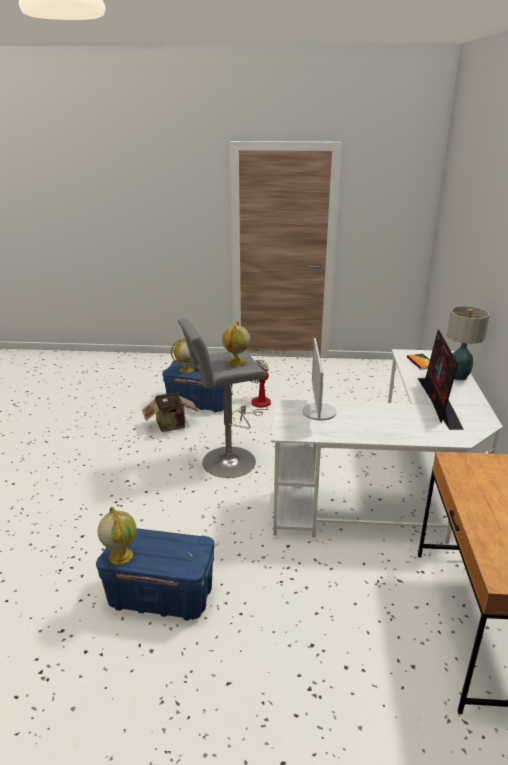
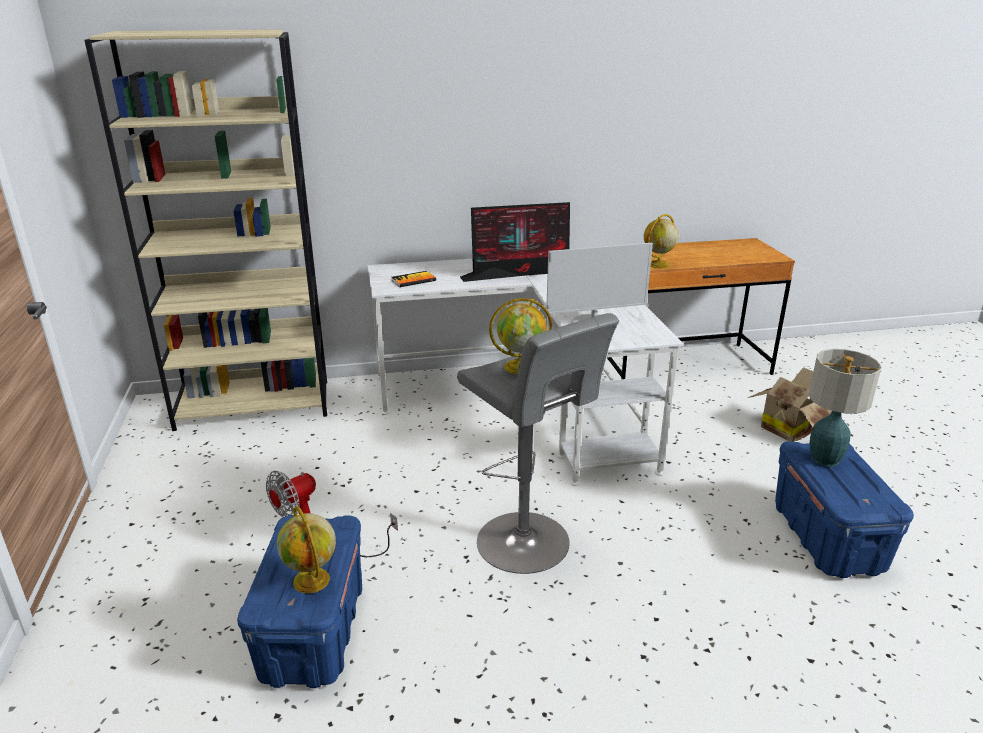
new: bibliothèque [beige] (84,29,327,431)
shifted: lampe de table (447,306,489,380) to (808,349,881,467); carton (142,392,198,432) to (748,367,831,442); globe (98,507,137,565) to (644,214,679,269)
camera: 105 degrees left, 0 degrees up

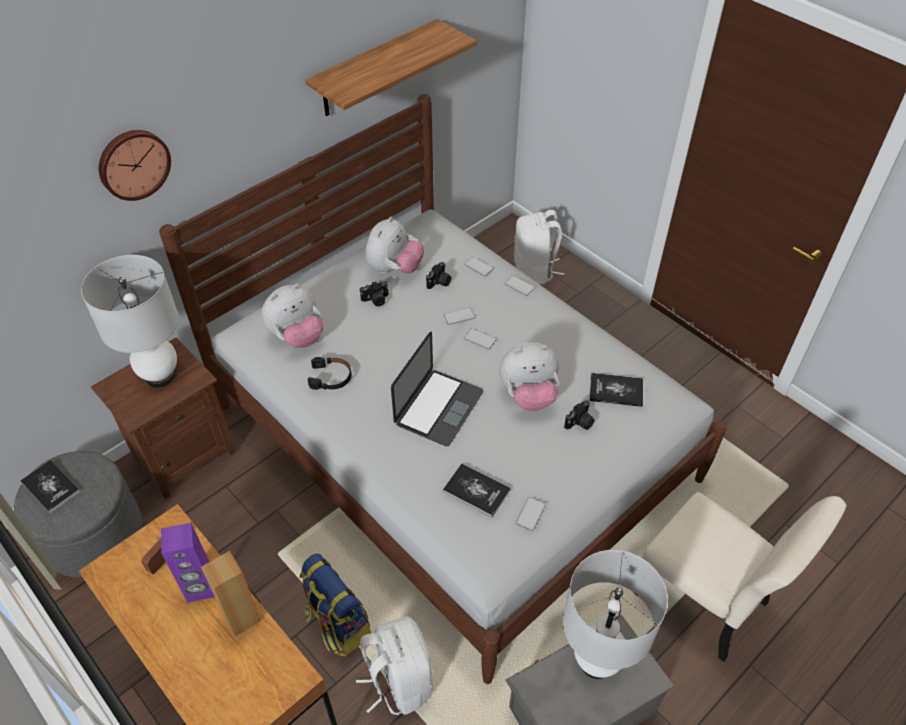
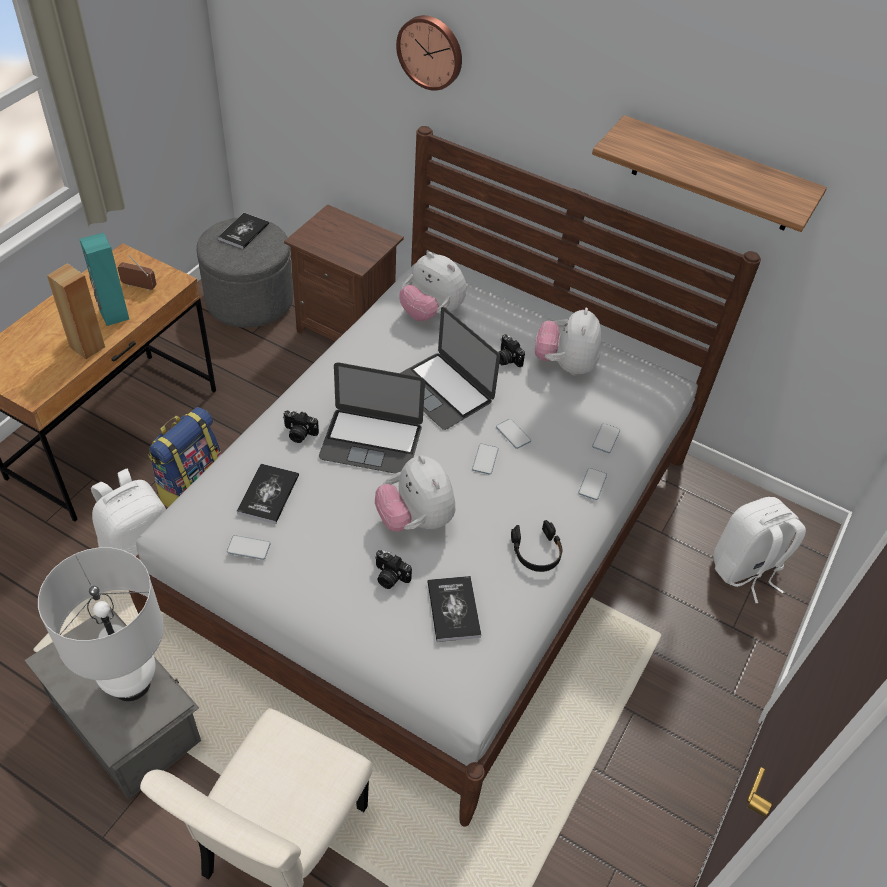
gone: lampe de table [blanc] (81,255,179,387)
new: ordinateur portable (400,307,500,430)
shifted: appareil photo (426,262,451,289) to (283,410,319,443); casque audio [noir] (308,357,351,390) to (511,520,562,572)
repainted: enceinte [violet] (161,523,215,603) to enceinte [turquoise] (79,232,129,326)
rotated: peluche (365,217,424,273) = (535,308,601,375) 90 degrees clockwise
camera: 70 degrees right, 0 degrees up

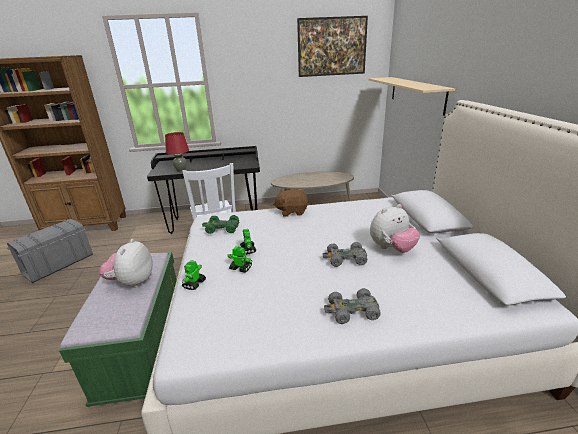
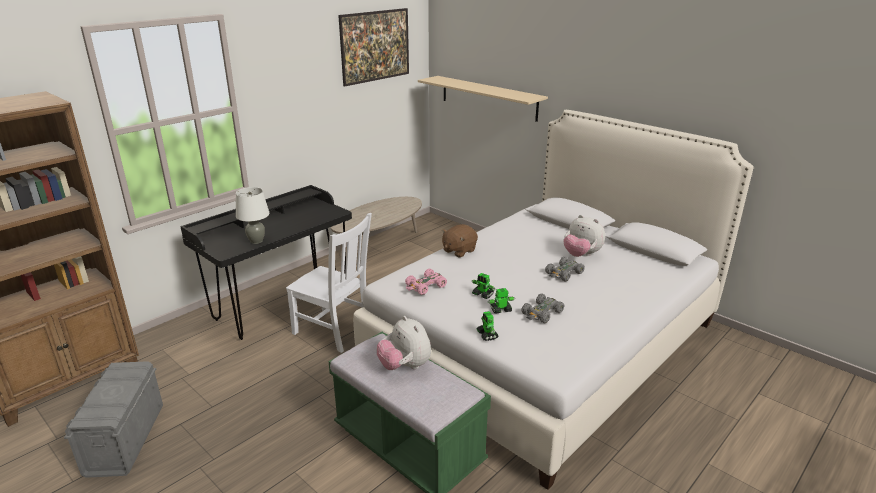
shifted: petite voiture [gris] (324,288,381,324) to (521,294,565,323)
repainted: lampe de table [rouge] (165,132,189,172) to lampe de table [blanc] (236,187,269,244); petite voiture [vert] (202,215,239,234) to petite voiture [rose] (405,269,447,295)
rotated: peluche (370,204,420,253) = (564,215,605,257) 105 degrees clockwise
camera: 40 degrees left, 0 degrees up

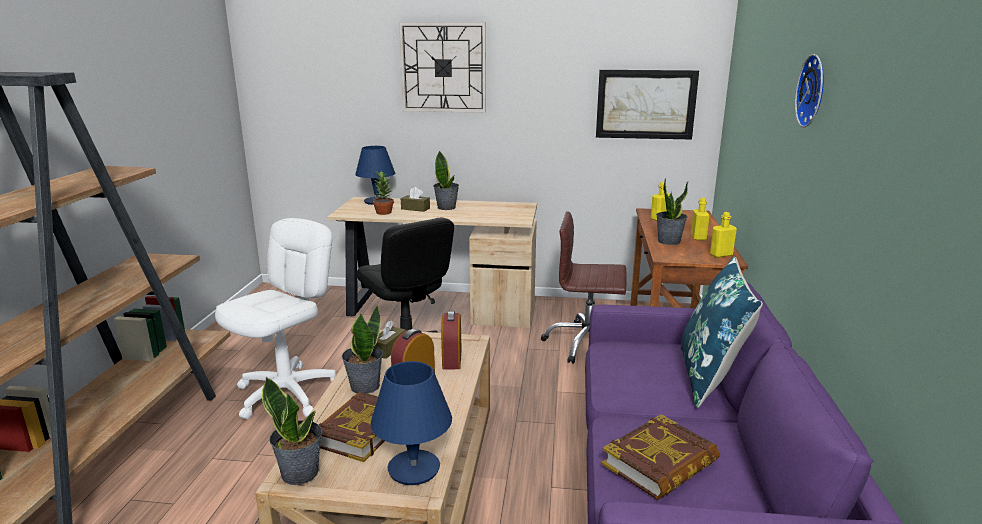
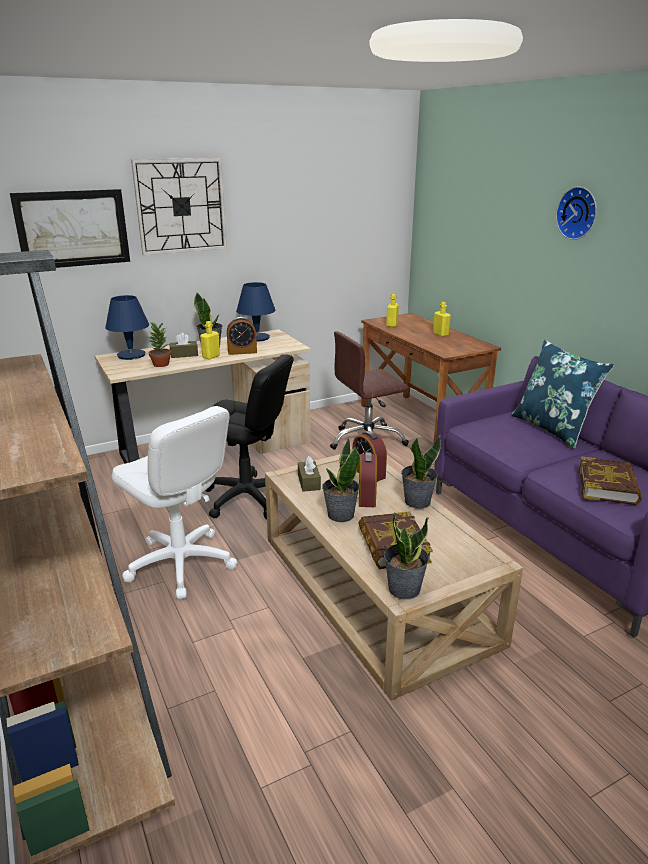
new: réveil (227,317,257,355)
shifted: tableau (596,70,699,140) to (10,189,130,268); plante en pot (656,178,688,245) to (401,435,441,509); bouteille [jaune] (710,212,737,258) to (200,321,220,360); lampe de table [bleu] (371,361,452,485) to (236,282,275,342)
rotated: chaise de bureau [blanc] (215,218,336,419) = (111,406,238,599) 135 degrees clockwise
camera: 35 degrees left, 5 degrees up

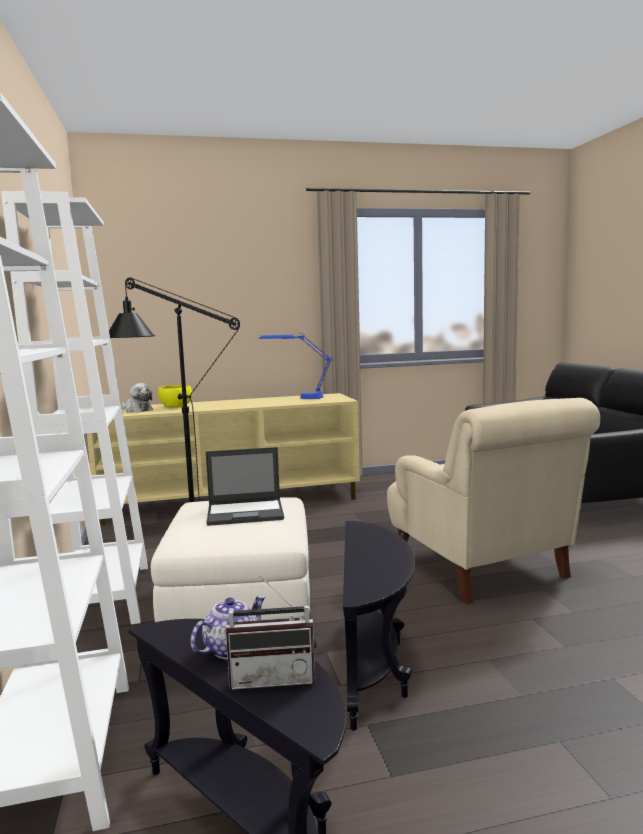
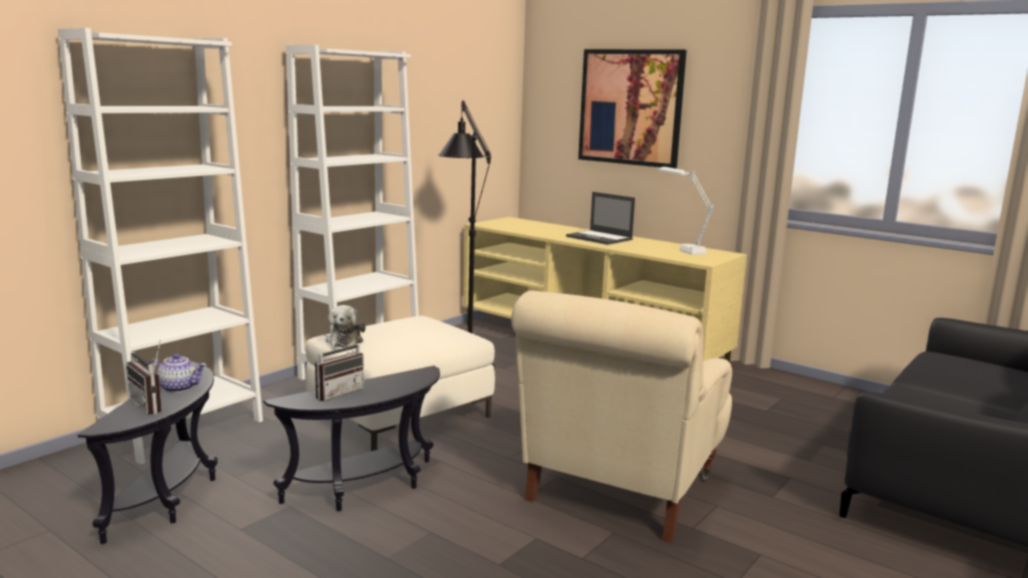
gone: bol [jaune] (158,385,192,408)
new: tableau (578,49,687,169); radio (315,334,364,401)
shifted: peluche (121,383,153,413) to (326,305,366,348); ordinateur portable (206,447,284,526) to (566,192,635,245)
repainted: lampe de table [bleu] (259,333,333,399) to lampe de table [blanc] (658,167,714,255)
camera: 50 degrees right, 5 degrees up

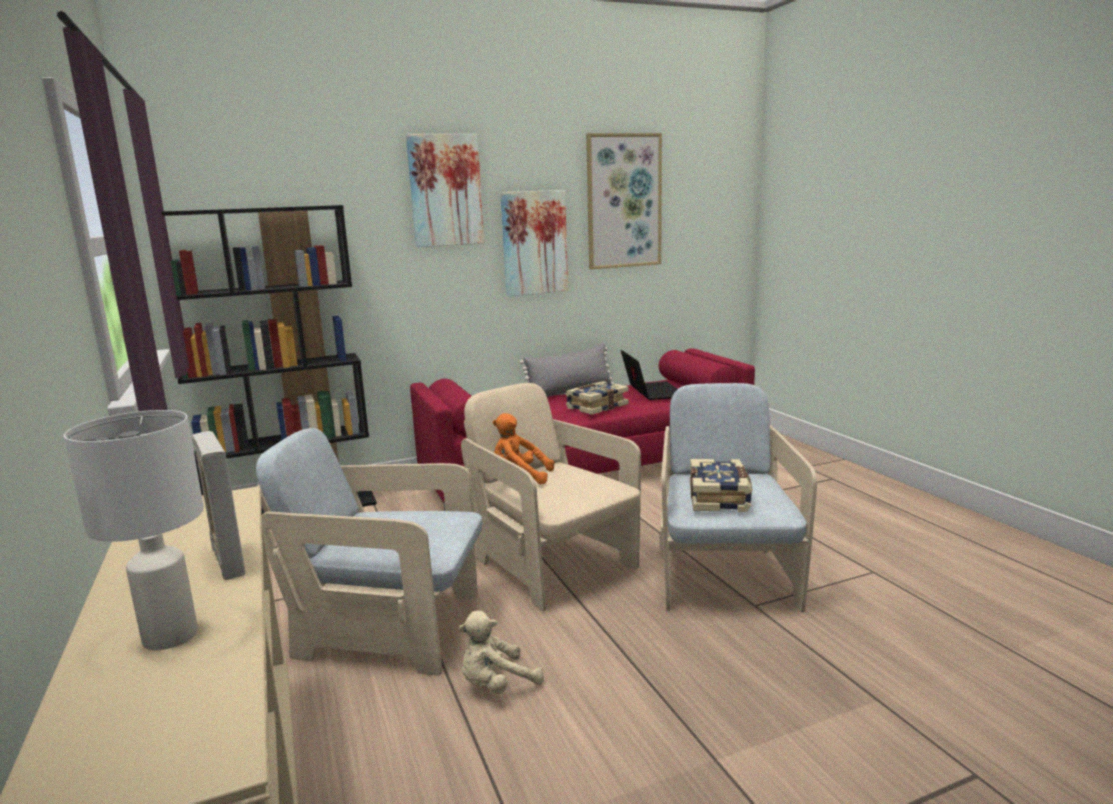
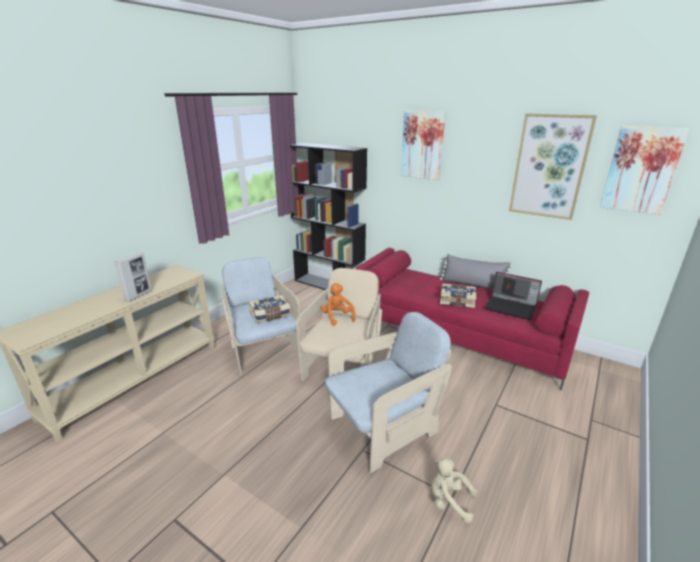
gone: lampe de table [blanc] (64,410,204,650)
shifted: tableau (500,190,568,296) to (600,126,689,215); livre (690,459,752,512) to (249,295,291,323); peluche [beige] (458,611,544,694) to (431,458,477,523)
rotated: ordinateur portable (621,350,677,400) = (485,272,542,320) 75 degrees clockwise
camera: 55 degrees right, 10 degrees up

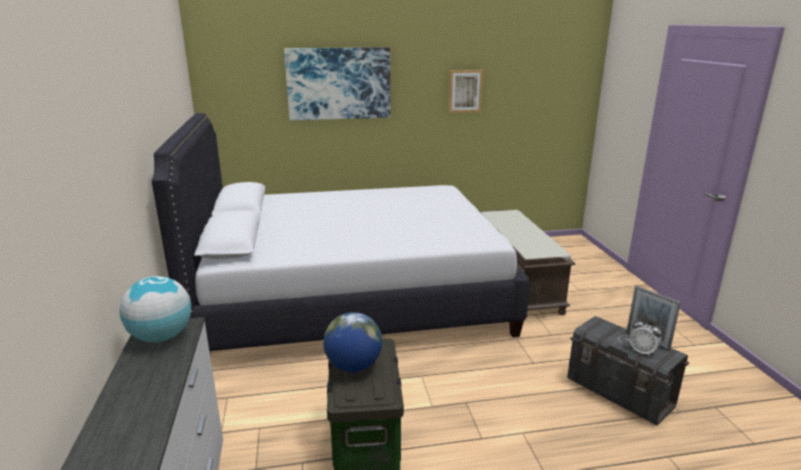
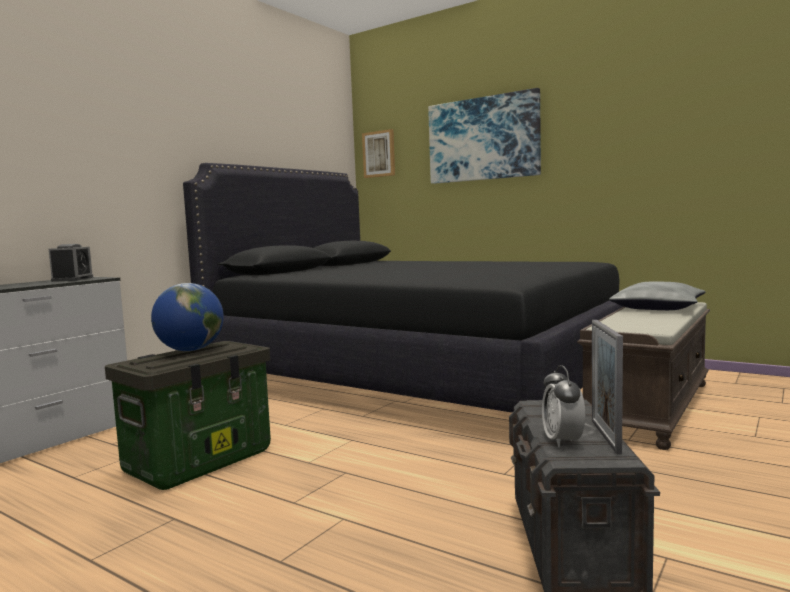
new: coussin [gris] (609,282,706,310)
shifted: tableau (448,70,483,113) to (362,129,395,178)
swapped: globe (119,276,191,342) to réveil (48,244,93,282)
repainted: lit [blanc] (152,113,530,351) to lit [noir] (183,163,624,412)
camera: 45 degrees right, 15 degrees down

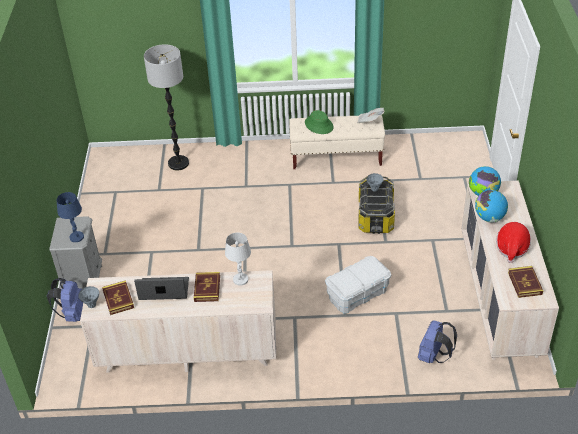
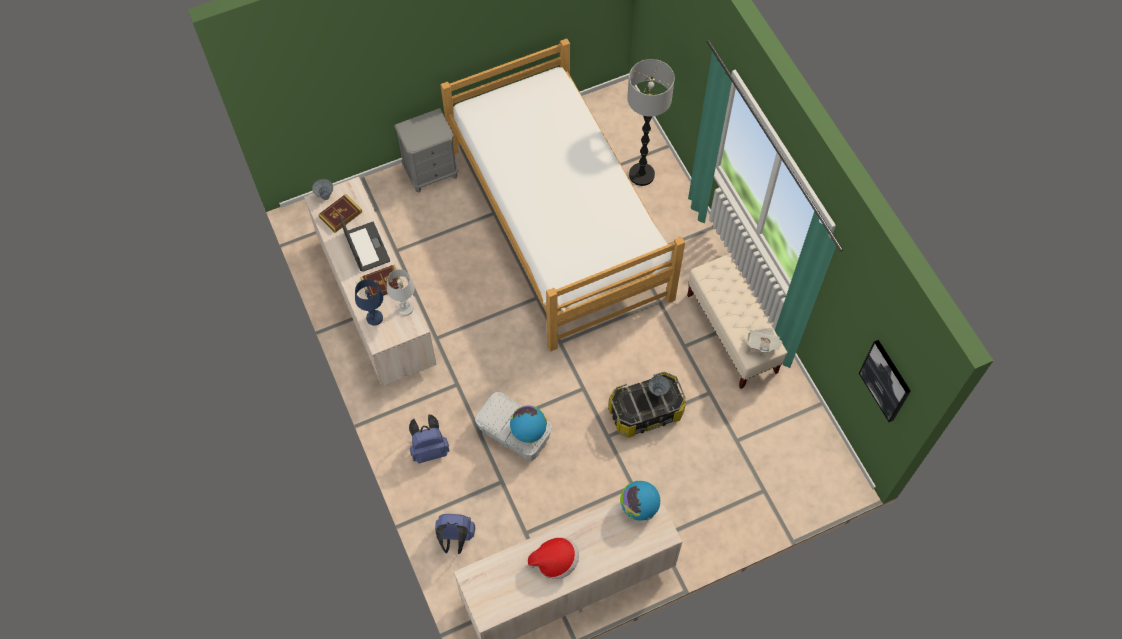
gone: chapeau [vert] (305,110,333,134); livre (508,266,543,298)
new: lit (440,39,685,352); tableau (859,340,911,422)
shifted: globe (475,190,508,223) to (510,406,547,443); lampe de table [bleu] (57,192,84,242) to (355,279,383,326); sac à dos [bleu] (47,278,83,322) to (409,415,450,463)
camera: 65 degrees right, 20 degrees up

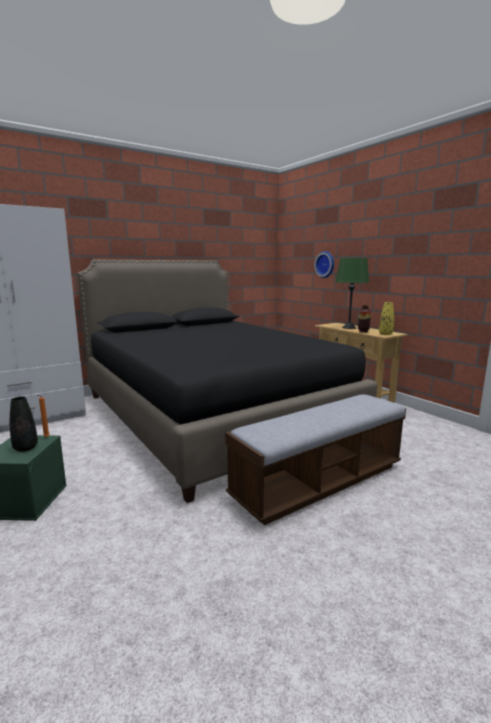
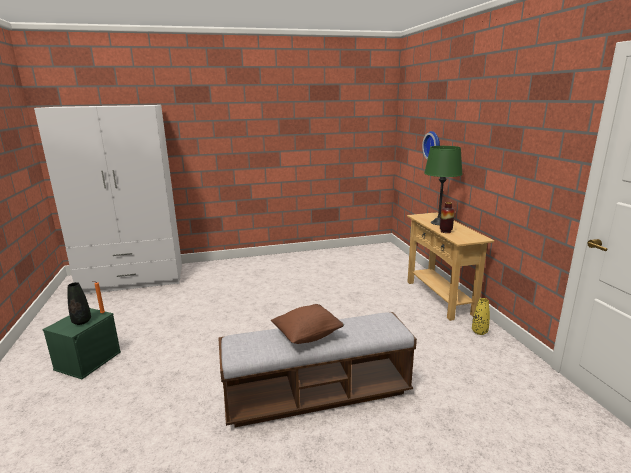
gone: lit [noir] (77,260,377,503)
new: coussin [marron] (271,304,344,344)
shifted: vase [jaune] (379,302,394,335) to (472,298,490,335)
camera: 20 degrees right, 5 degrees up

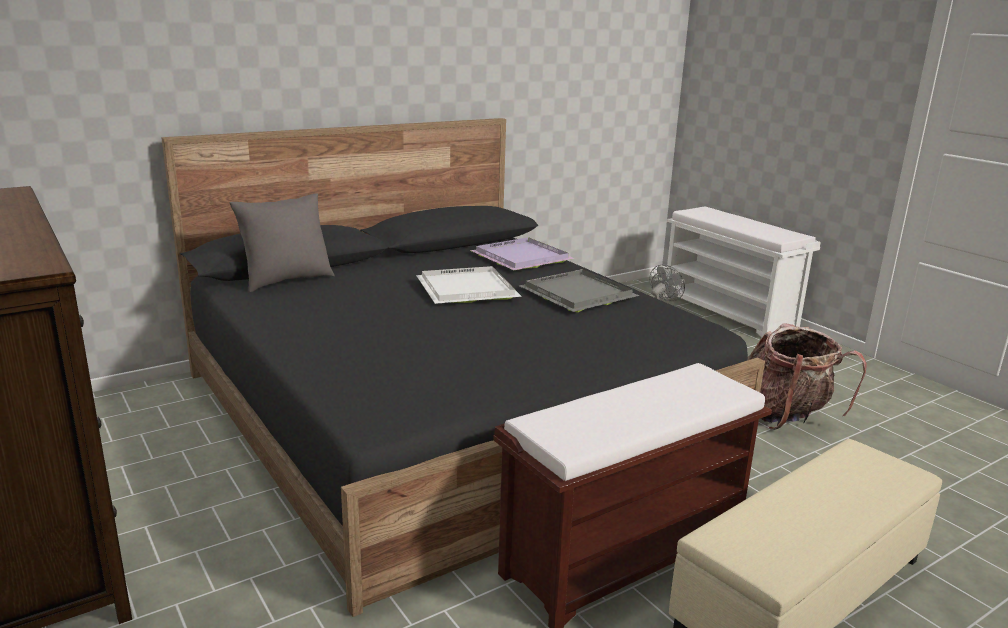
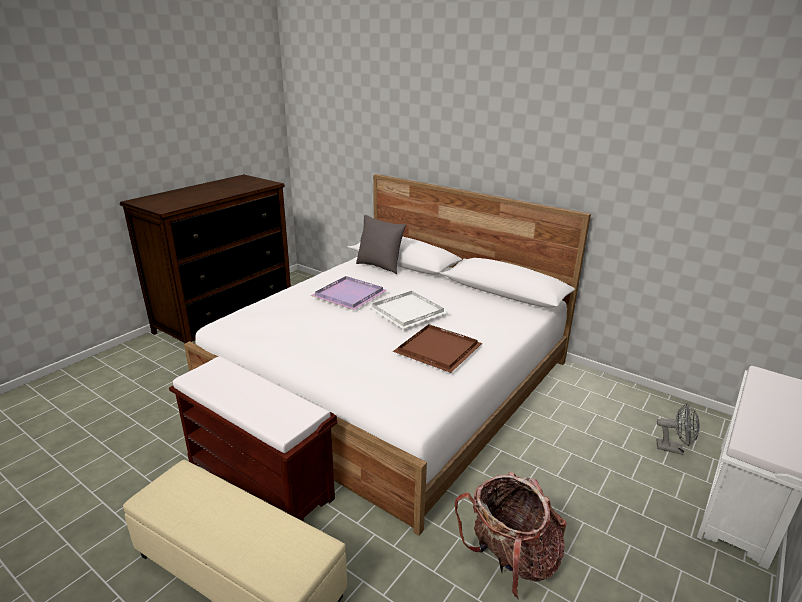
shifted: plateau [violet] (470,237,575,270) to (310,276,387,310)
repainted: lit [noir] (161,118,765,617) to lit [blanc] (184,174,591,536); plateau [gris] (519,269,639,312) to plateau [marron] (393,324,482,373)
camera: 70 degrees right, 5 degrees up

